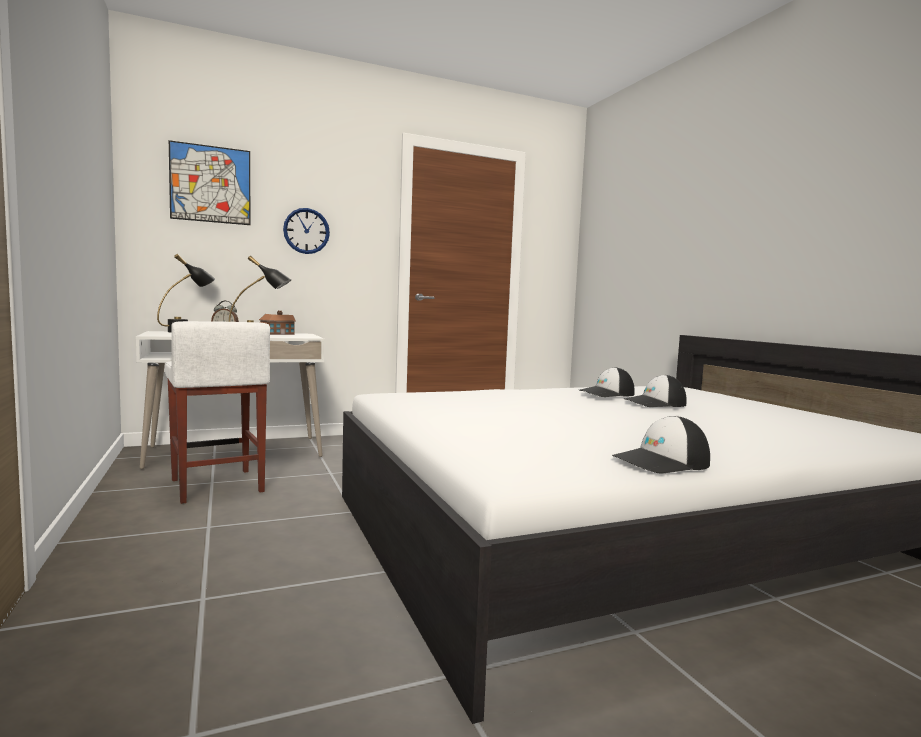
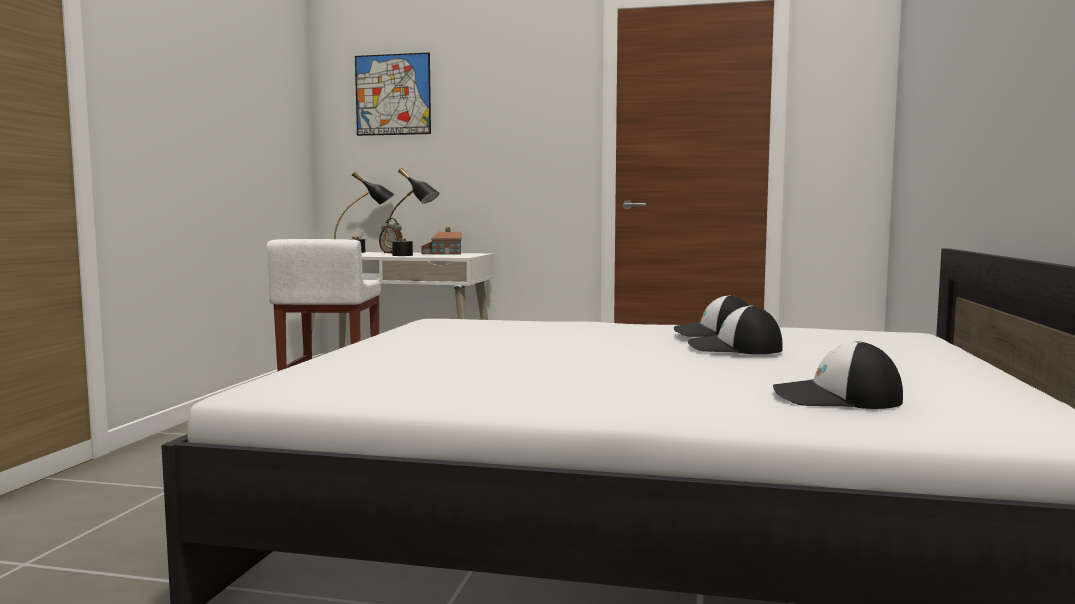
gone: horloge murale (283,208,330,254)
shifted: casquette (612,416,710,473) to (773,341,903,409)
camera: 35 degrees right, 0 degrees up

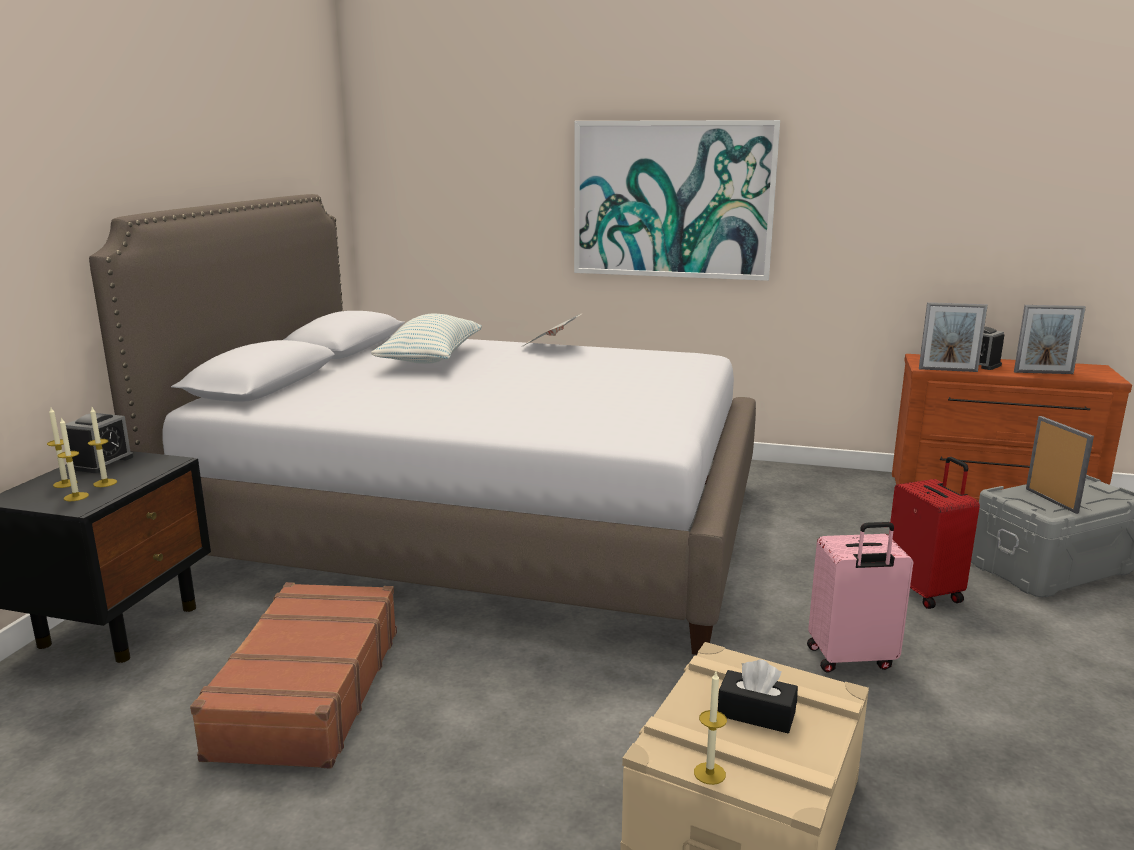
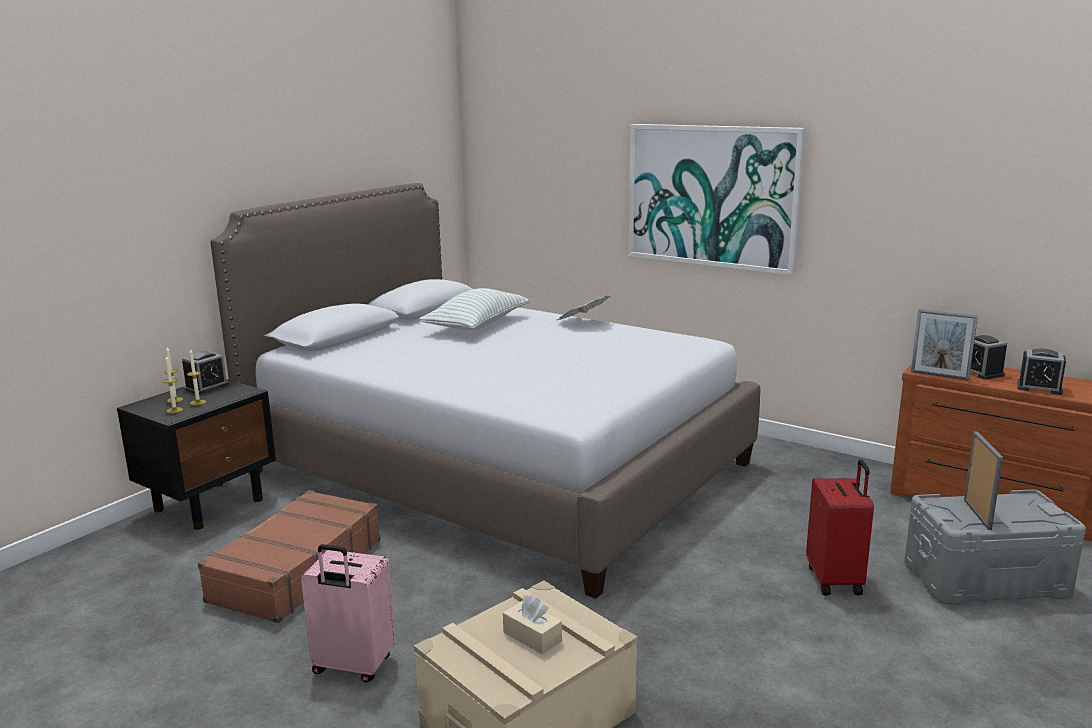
gone: bougie (694,672,727,785)
shifted: valise [rose] (807,522,913,673) to (301,544,395,682)
swapped: cadre photo (1014,305,1086,374) to réveil (1017,349,1066,395)
repainted: boîte à mouchoirs [noir] (718,660,798,733) to boîte à mouchoirs [beige] (503,595,562,655)
camera: 20 degrees right, 0 degrees up

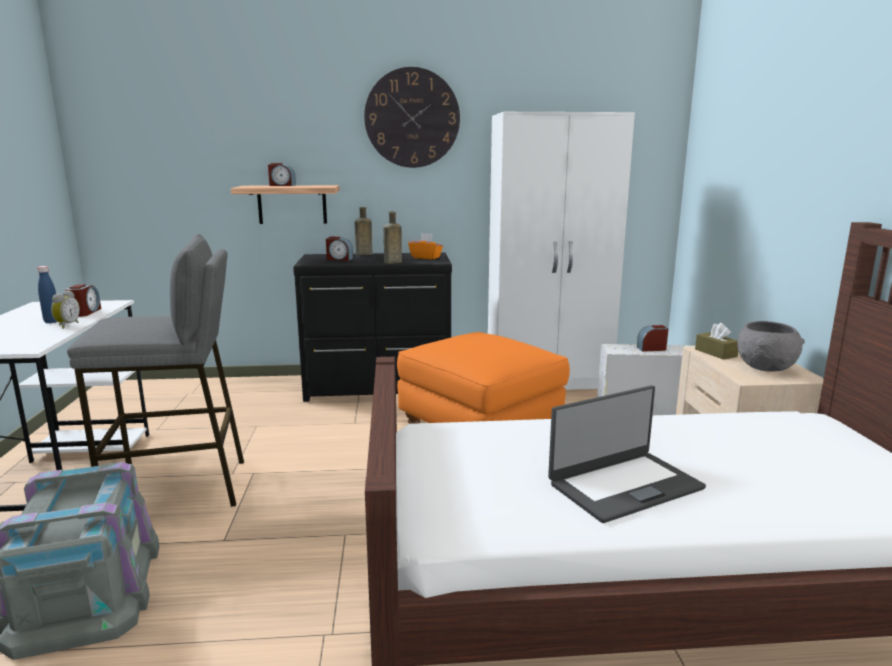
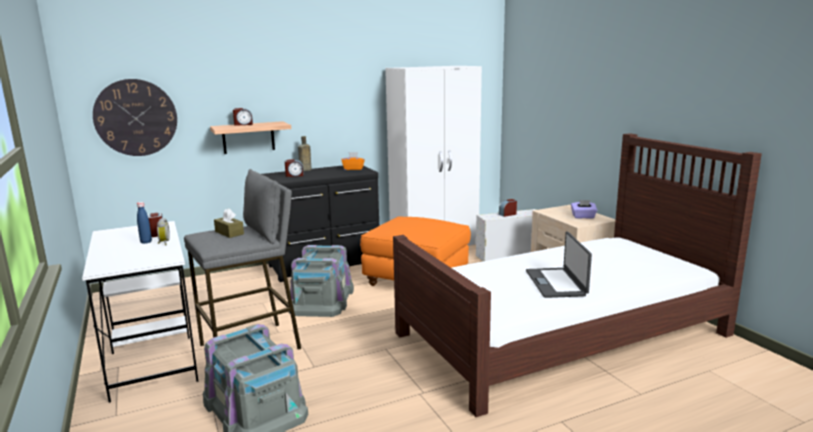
gone: bouteille [marron] (383,211,402,264)
new: boîte de rangement [gris] (289,245,354,317)
shifted: horloge murale (364,67,460,168) to (93,79,177,156); boîte à mouchoirs [marron] (695,323,738,359) to (214,208,244,238)
swapped: bol [gris] (737,321,805,371) to boîte à mouchoirs [violet] (571,200,597,218)
rotated: ordinateur portable (548,385,706,523) = (526,231,592,298) 135 degrees clockwise
camera: 20 degrees left, 0 degrees up

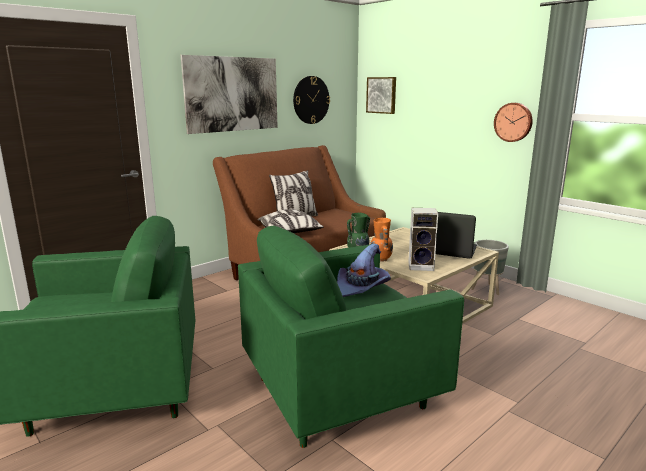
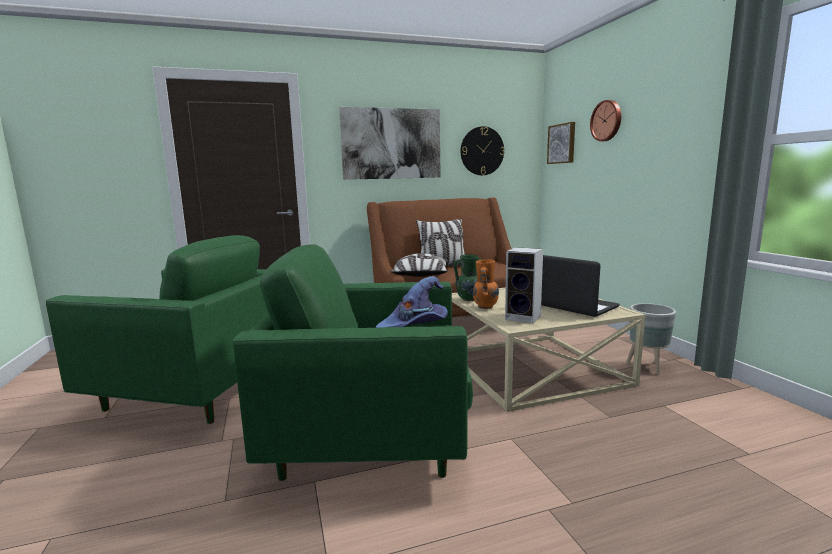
shifted: horloge murale (494,103,533,142) to (590,100,621,141)
camera: 25 degrees right, 5 degrees down

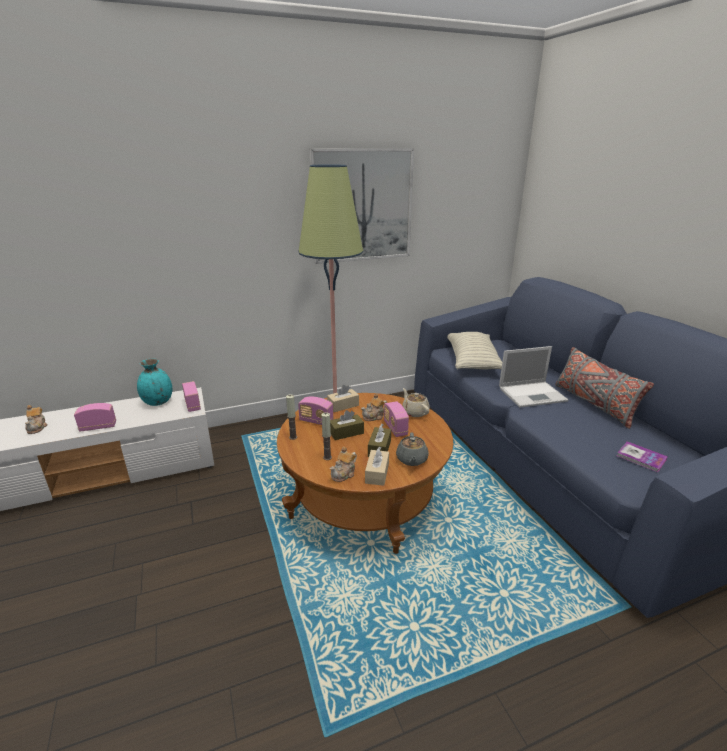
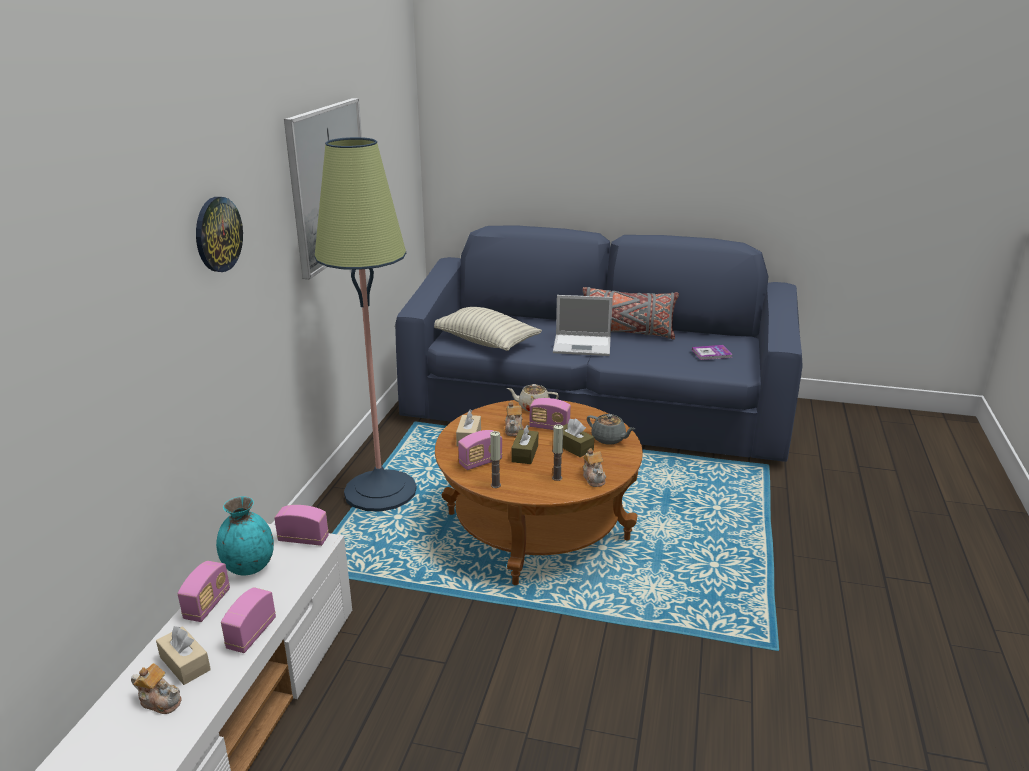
new: horloge murale (196,197,243,272); radio (178,561,230,622)
shifted: boîte à mouchoirs [beige] (365,447,389,486) to (156,626,211,685)
rotated: ordinateur portable (499,346,568,408) = (553,295,613,356) 75 degrees clockwise
camera: 55 degrees left, 0 degrees up

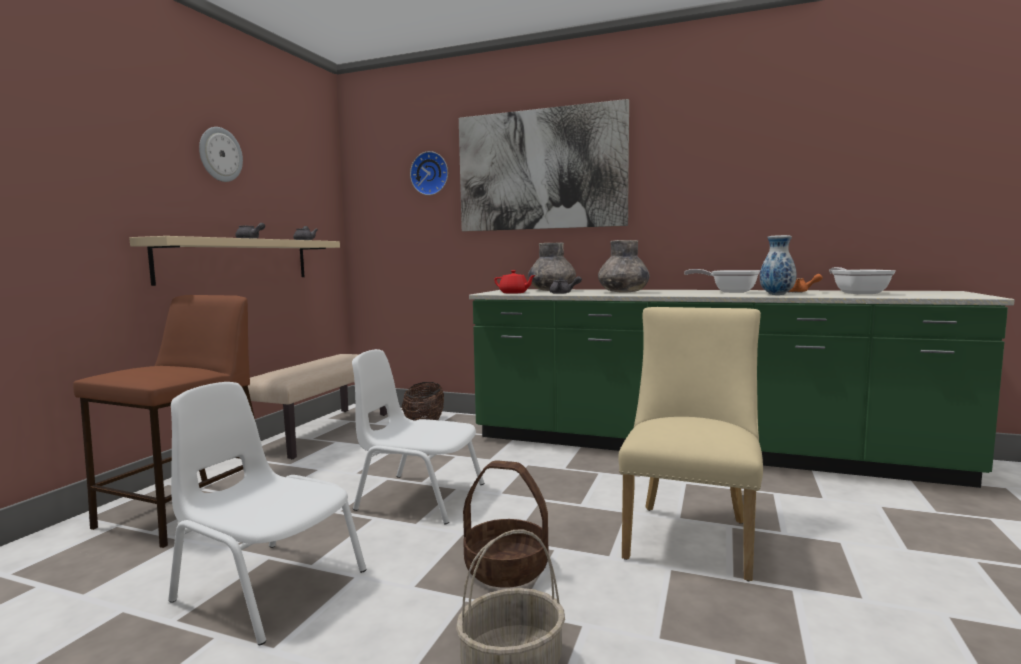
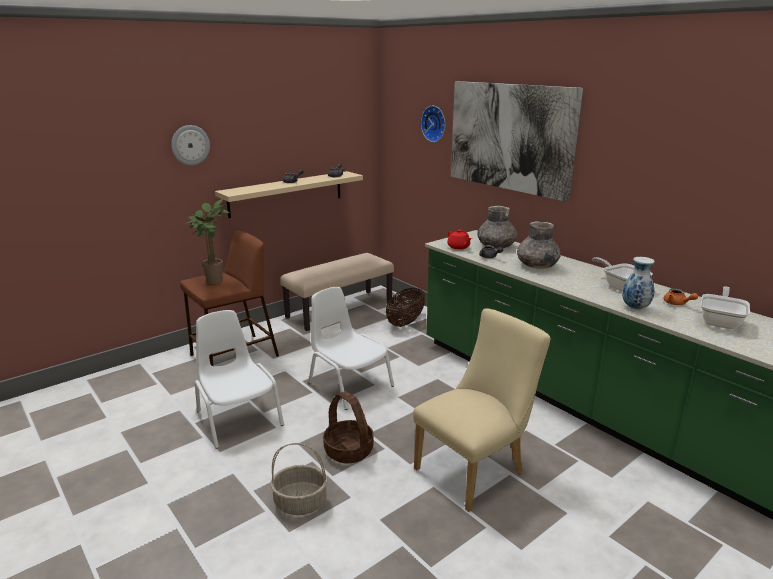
new: plante en pot (186,199,229,284)
shifted: horloge murale (199,127,243,182) to (171,125,210,165)
camera: 30 degrees right, 15 degrees up

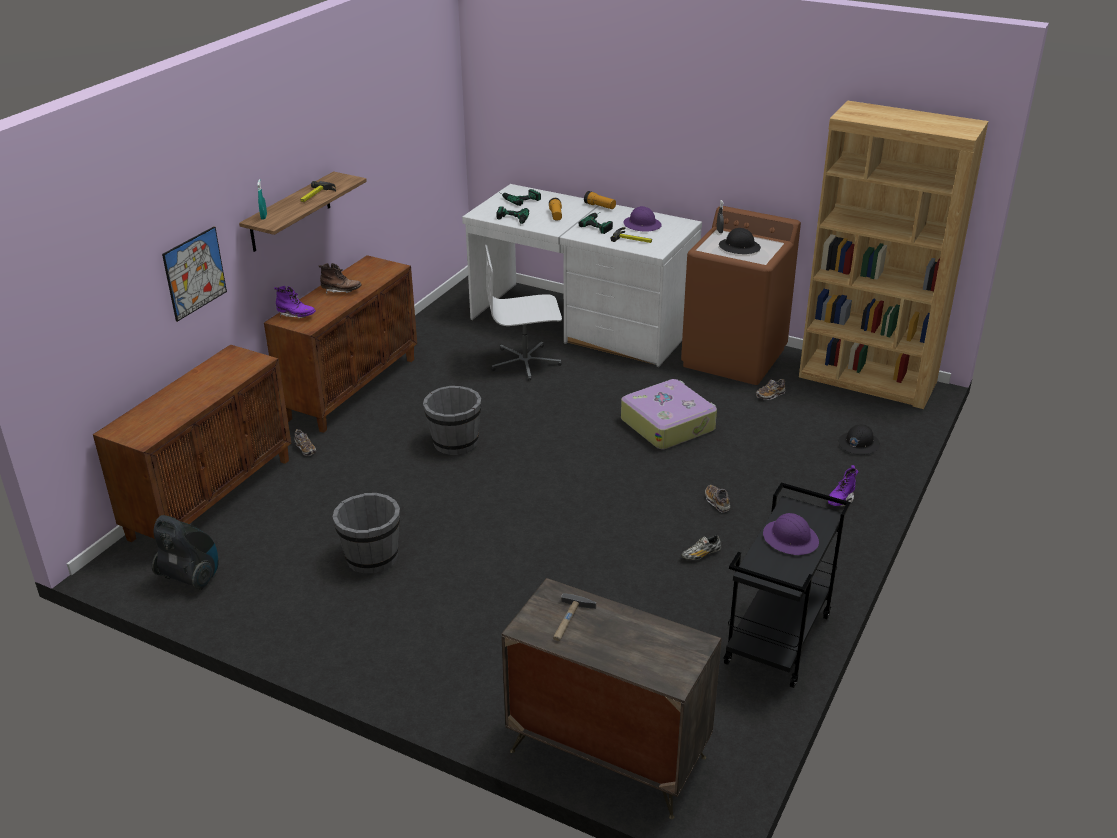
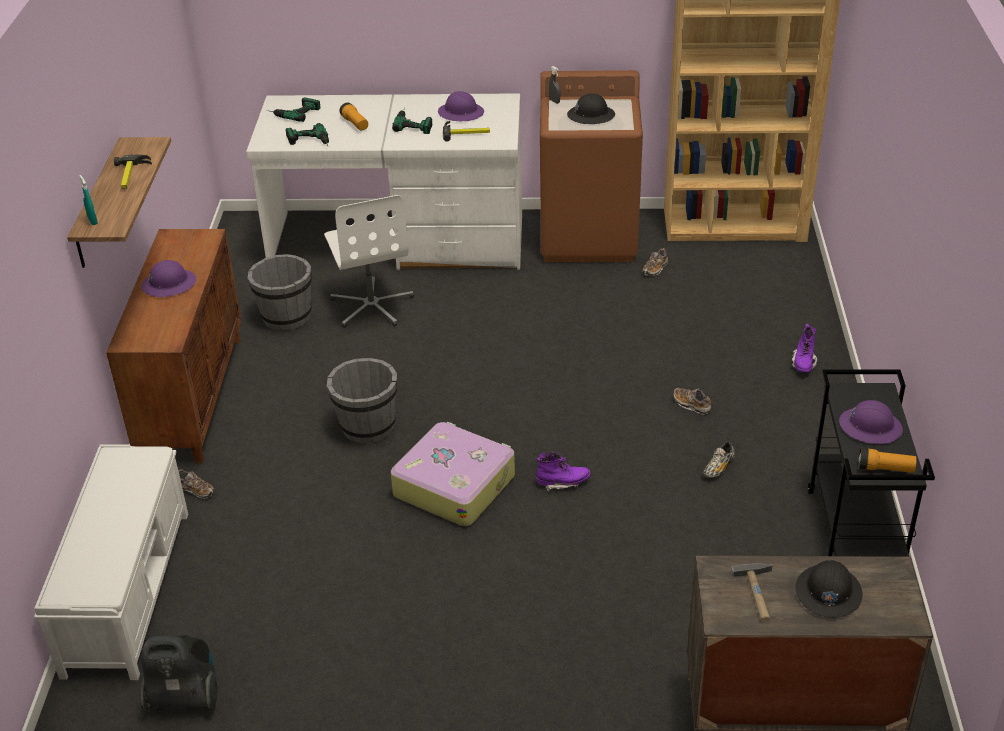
gone: tableau (162,226,227,322)
shifted: lampe de poche (584,191,616,209) to (858,448,917,473); botte [violet] (274,286,316,319) to (536,452,590,492); valise (621,379,717,449) to (391,422,515,526); casque de chantier [noir] (839,424,880,455) to (795,560,863,618); seau [gris] (332,493,400,574) to (248,254,312,331)
swapped: botte [marron] (319,263,362,293) to casque de chantier [violet] (141,260,196,297); meuble de rangement [marron] (93,344,291,542) to banc [blanc] (34,445,188,680)
rotated: chaise de bureau [blanc] (485,245,562,381) = (324,195,414,328) 75 degrees counterclockwise
camera: 25 degrees left, 5 degrees up

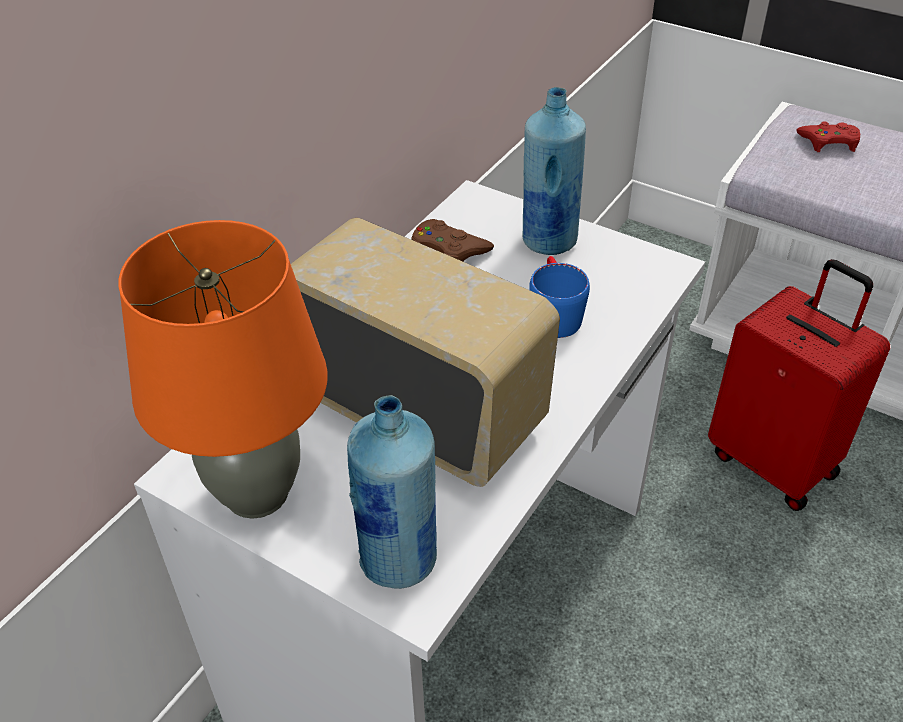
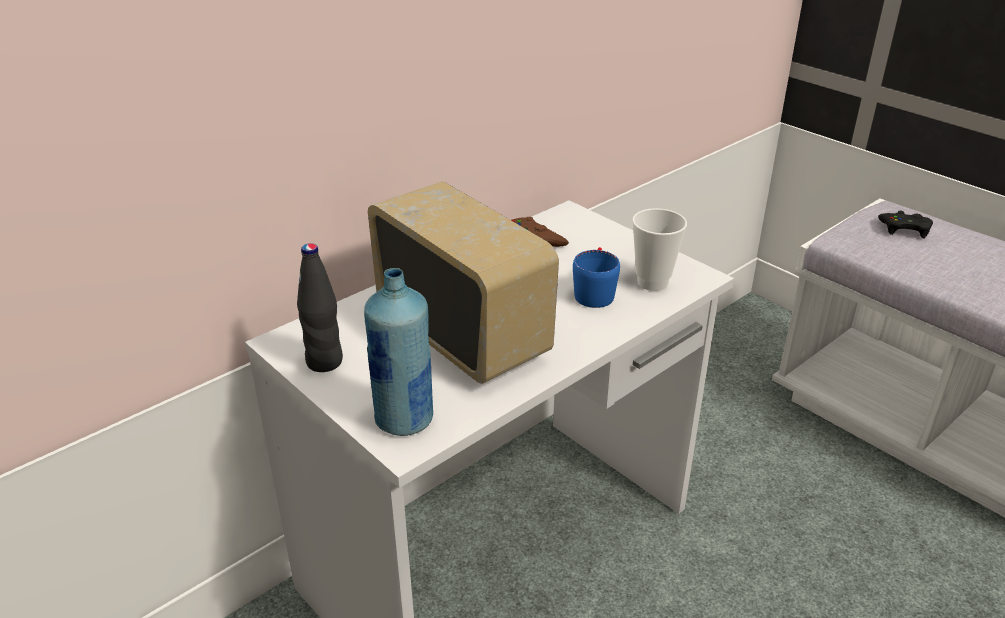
gone: bouteille [bleu] (522,87,586,255); valise [rouge] (708,259,890,511)
new: tasse (632,208,687,291)
swapped: lampe de table [orange] (118,220,328,519) to bouteille [noir] (297,243,343,372)
repainted: manette [rouge] (796,121,860,152) to manette [noir] (878,211,933,239)
camera: 15 degrees right, 10 degrees down

